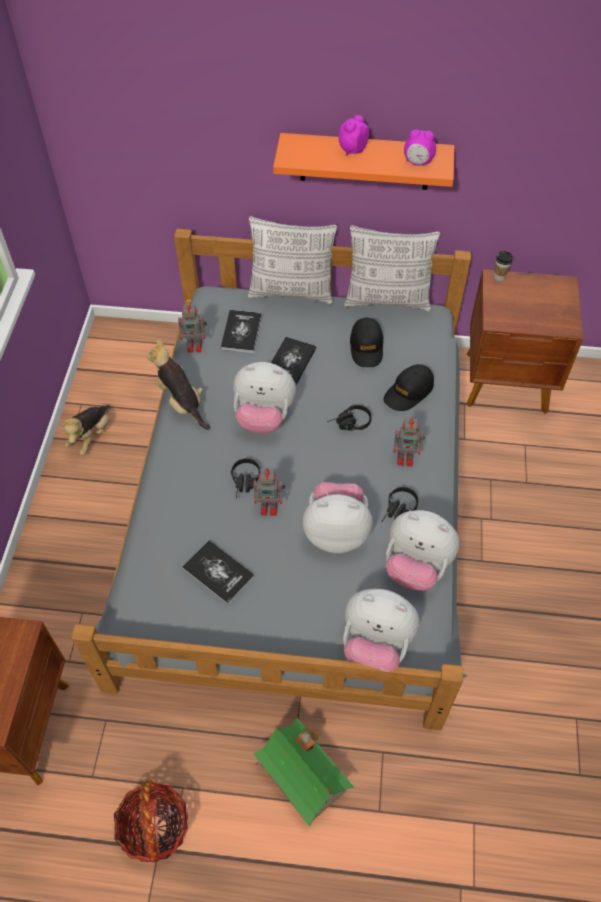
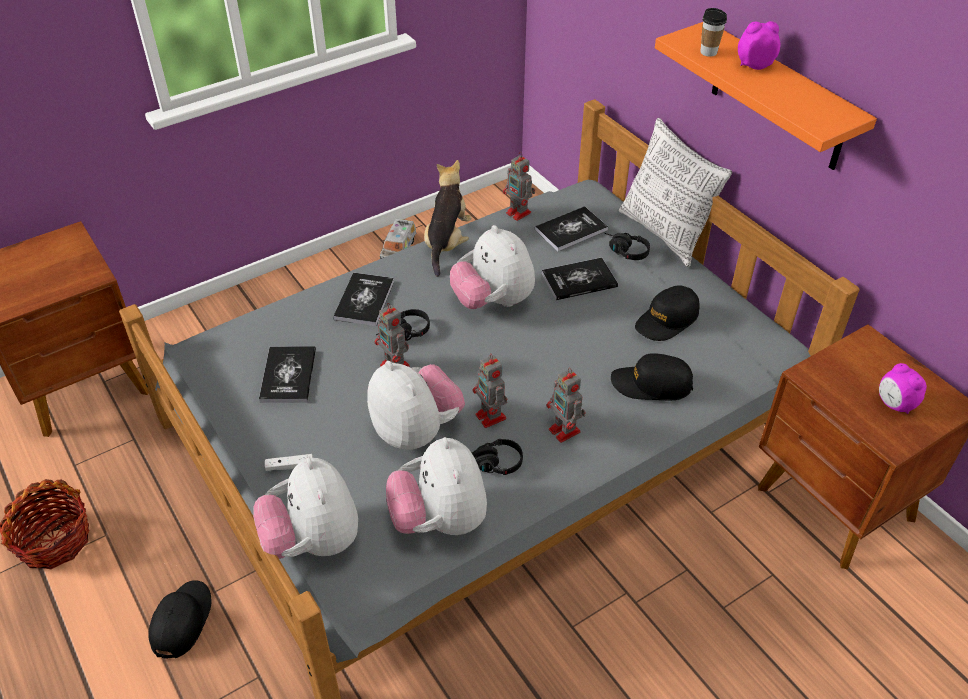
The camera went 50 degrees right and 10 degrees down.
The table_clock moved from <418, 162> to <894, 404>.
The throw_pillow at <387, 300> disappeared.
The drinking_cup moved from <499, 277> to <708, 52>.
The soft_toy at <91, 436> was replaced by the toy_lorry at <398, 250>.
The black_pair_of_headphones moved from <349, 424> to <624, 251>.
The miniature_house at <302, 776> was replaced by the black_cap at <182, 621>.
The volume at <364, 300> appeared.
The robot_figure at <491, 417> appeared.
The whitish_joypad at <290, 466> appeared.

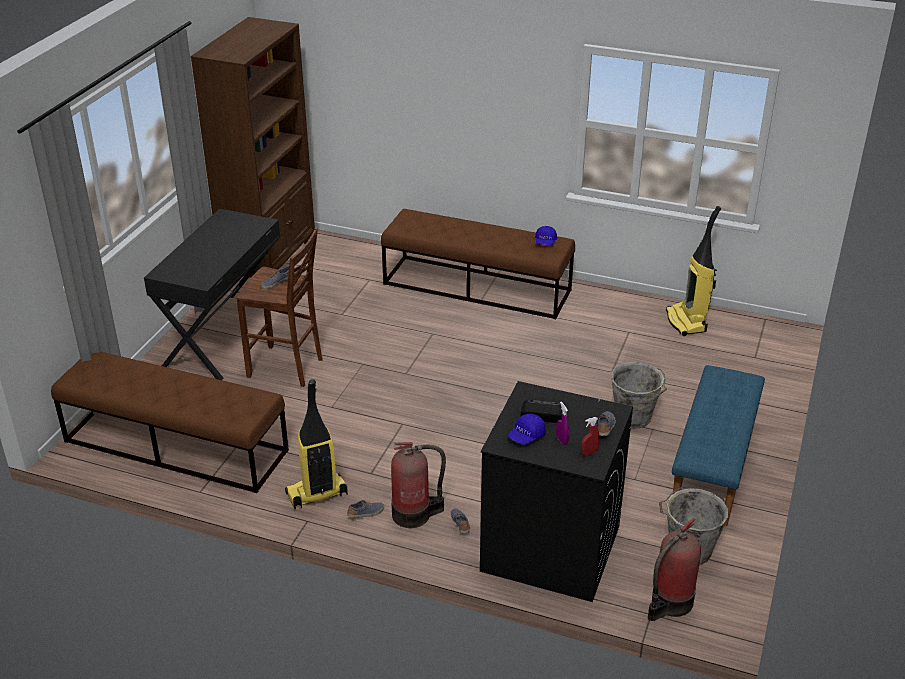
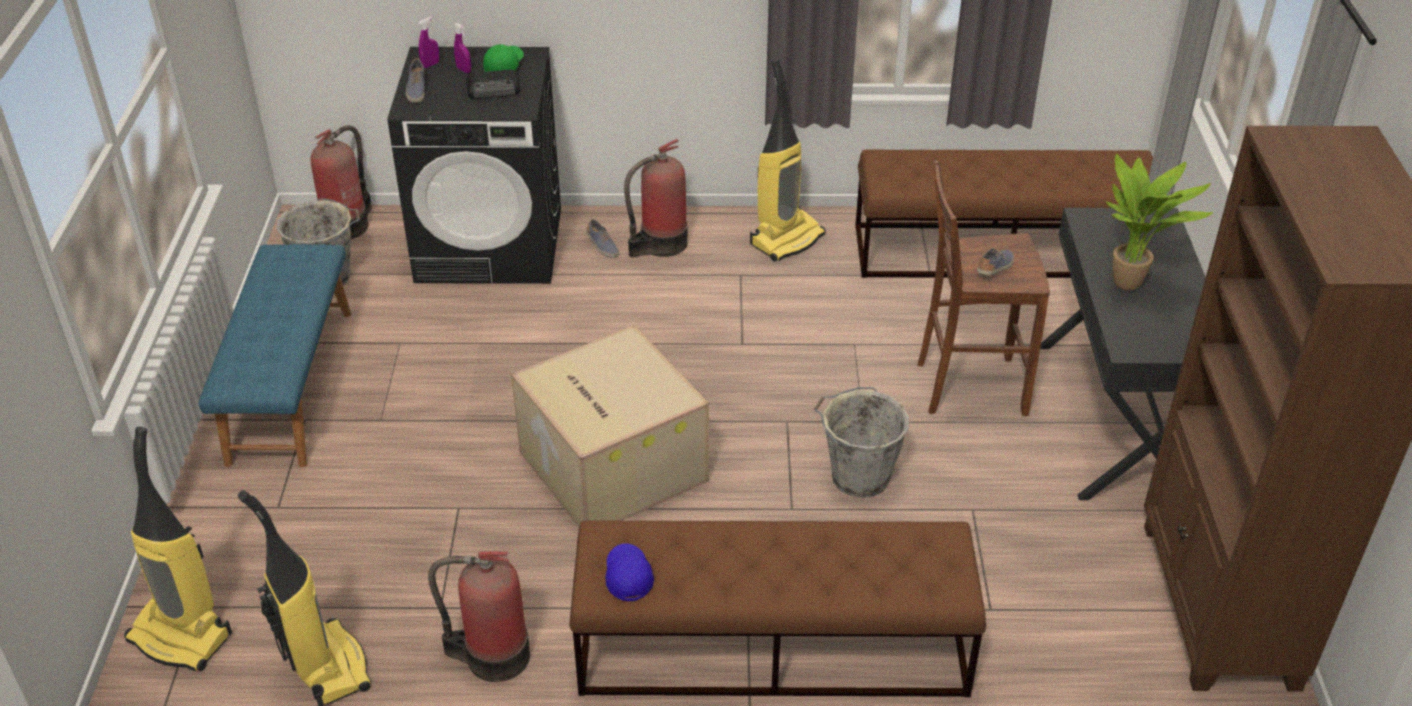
The camera went 160 degrees right and 5 degrees up.
The grey_pail moved from <634, 418> to <857, 476>.
The blue_cap at <526, 436> became the greenish_cap at <504, 66>.
The red_hand_sprayer at <589, 453> became the purple-coloured_hand_sprayer at <430, 65>.
The item_of_footwear at <366, 514> disappeared.
The potted_plant at <1131, 284> appeared.
The packing_box at <610, 466> appeared.
The vacuum_cleaner at <182, 637> appeared.
The fire_extinguisher at <492, 656> appeared.

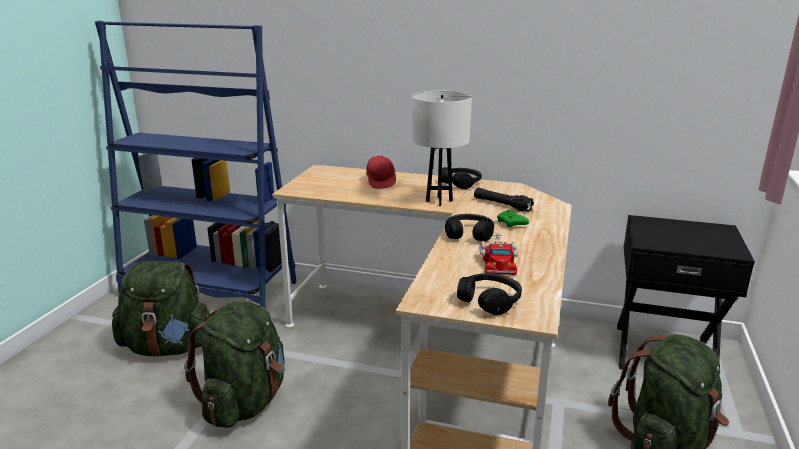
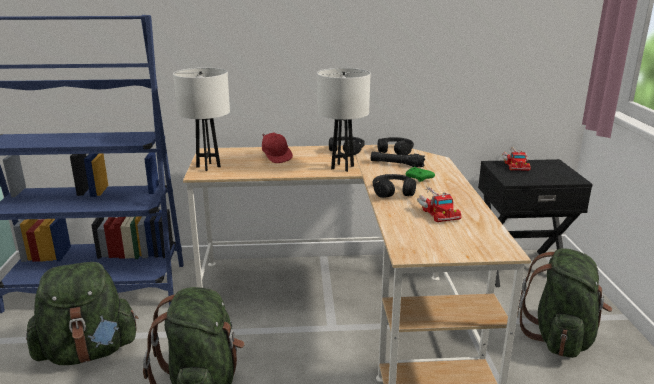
The camera went 20 degrees left and 0 degrees up.
The black_pair_of_headphones moved from <490, 301> to <395, 151>.
The whitish_lamp_for_a_table at <208, 167> appeared.
The toy_lorry at <515, 164> appeared.

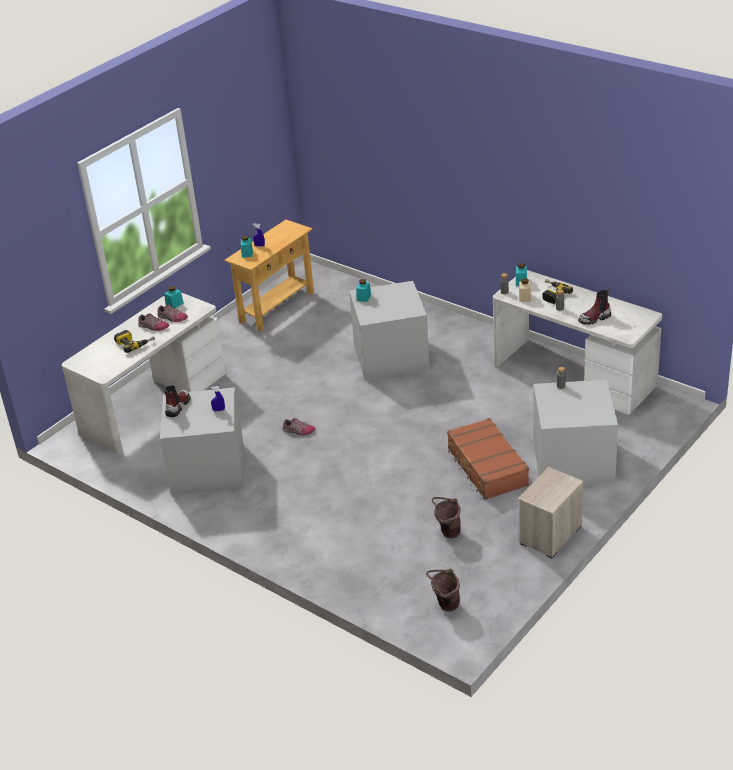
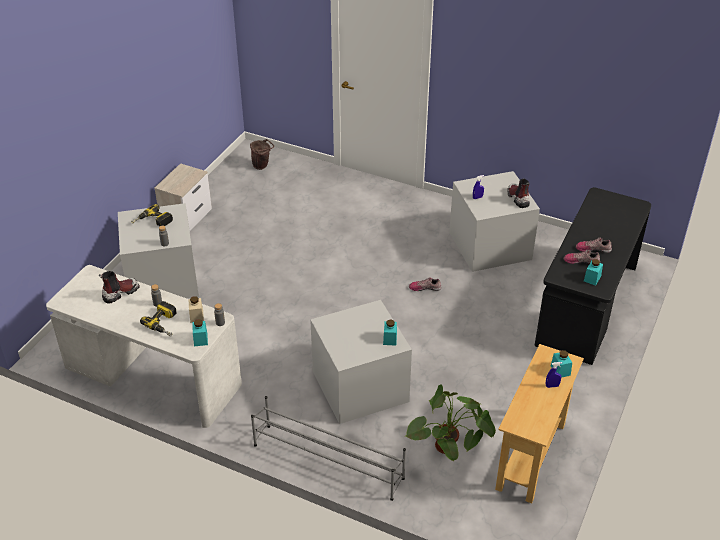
The camera went 165 degrees right and 5 degrees up.
The whitish_desk at <153, 403> became the black_desk at <587, 305>.
The power_drill moved from <134, 343> to <152, 222>.
The tall_boot at <177, 406> turned 150 degrees clockwise.
The brownish_piece_of_luggage at <487, 467> disappeared.
The brownish_pail at <447, 532> disappeared.
The potted_plant at <450, 455> appeared.
The grey_shoe_stand at <327, 461> appeared.

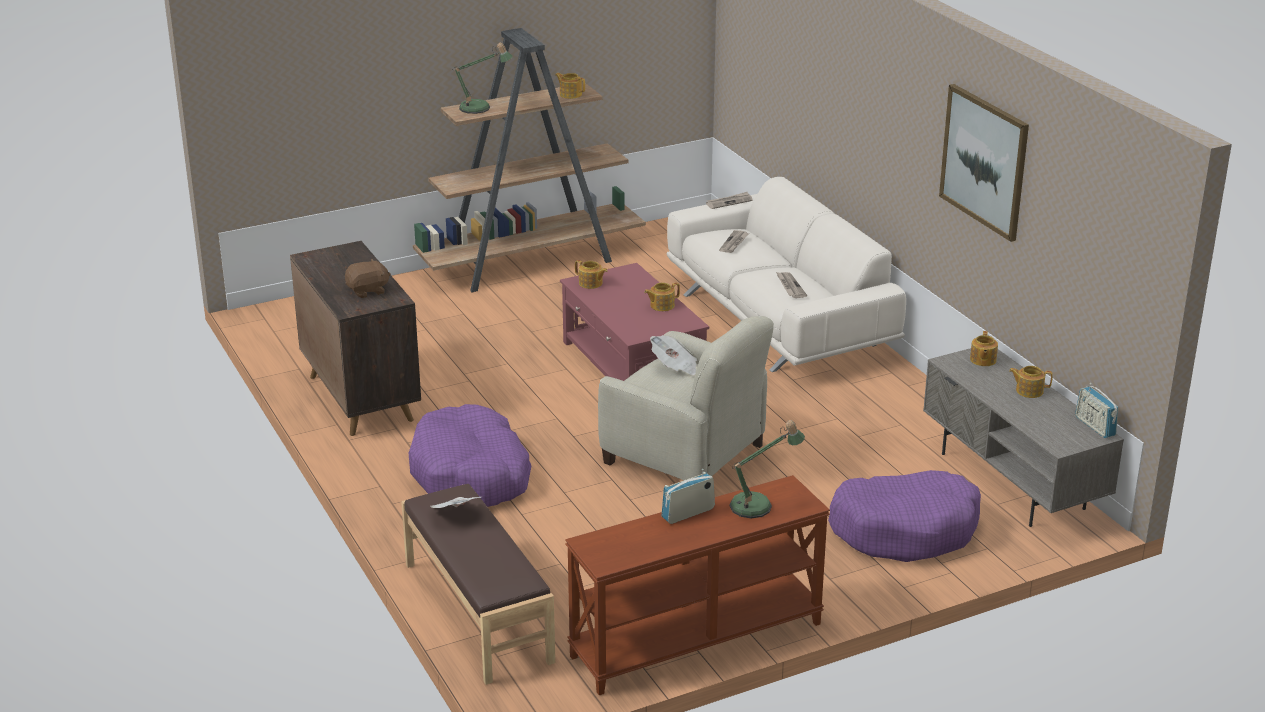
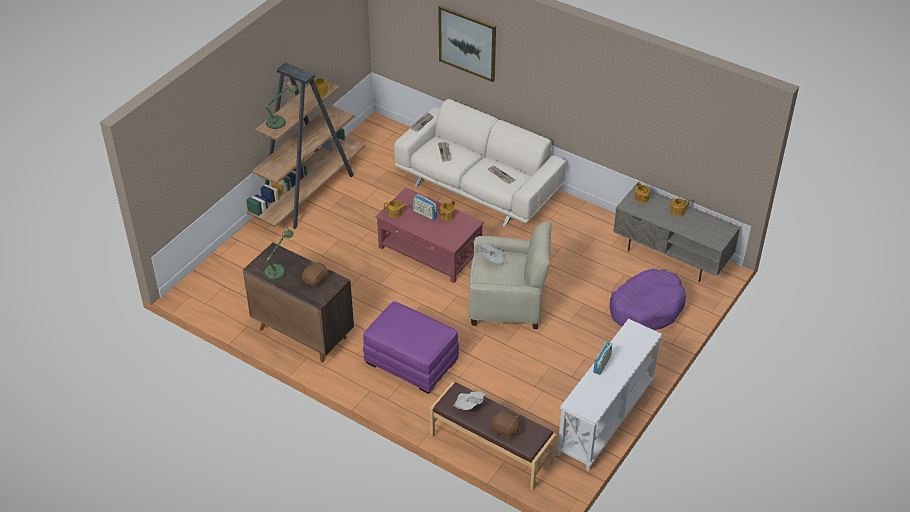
The camera went 30 degrees left and 15 degrees up.
The picture moved from <984, 161> to <467, 43>.
The radio moved from <1094, 426> to <424, 213>.
The purple-coloured_dog_bed at <471, 474> was replaced by the purple-coloured_footrest at <411, 362>.
The lamp_for_a_table moved from <758, 505> to <278, 270>.
The brownish_narrow_table at <696, 641> became the whitish_narrow_table at <606, 419>.
The brownish_soft_toy at <505, 430> appeared.

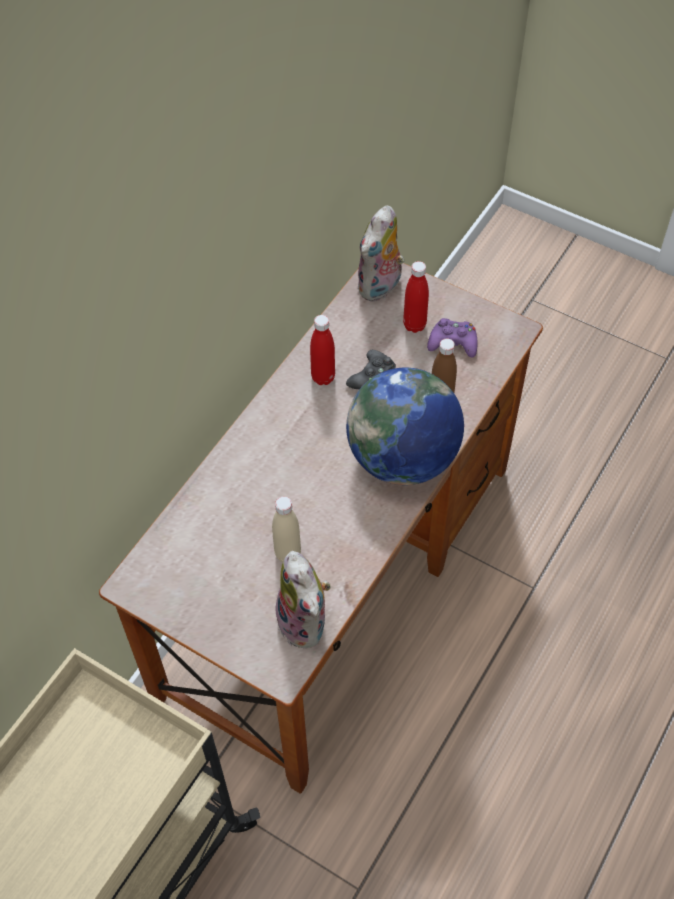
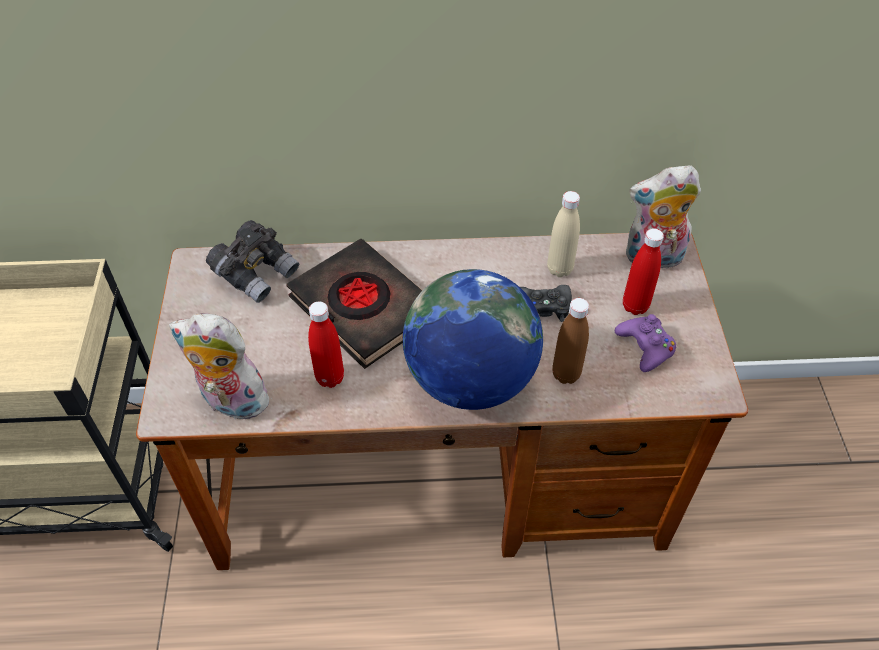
The camera went 55 degrees right and 5 degrees down.
The red_beverage_bottle moved from <323, 377> to <330, 378>.
The beige_beverage_bottle moved from <288, 554> to <559, 269>.
The soft_toy at <306, 623> turned 75 degrees clockwise.
The grey_pair_of_binoculars at <256, 273> appeared.
The black_volume at <363, 308> appeared.

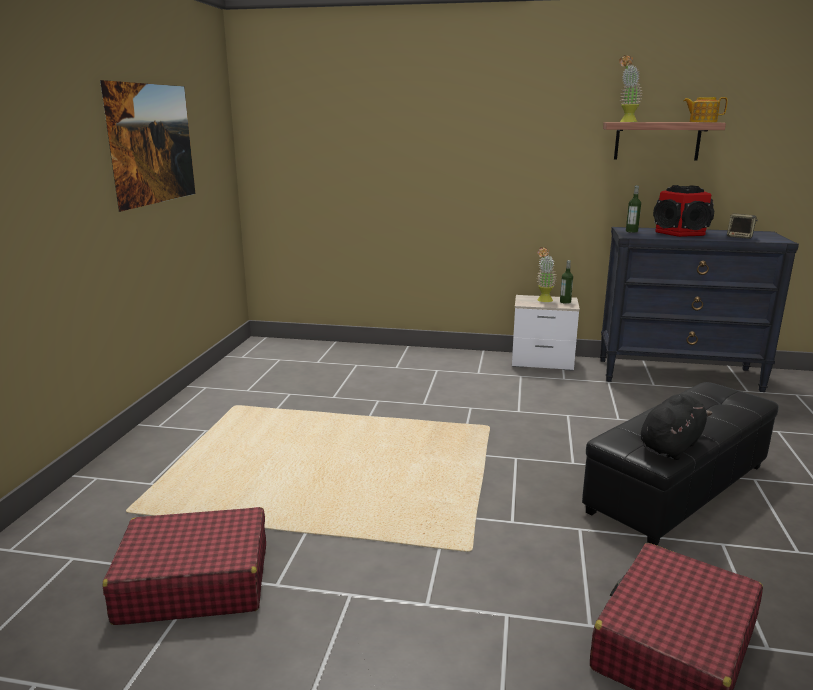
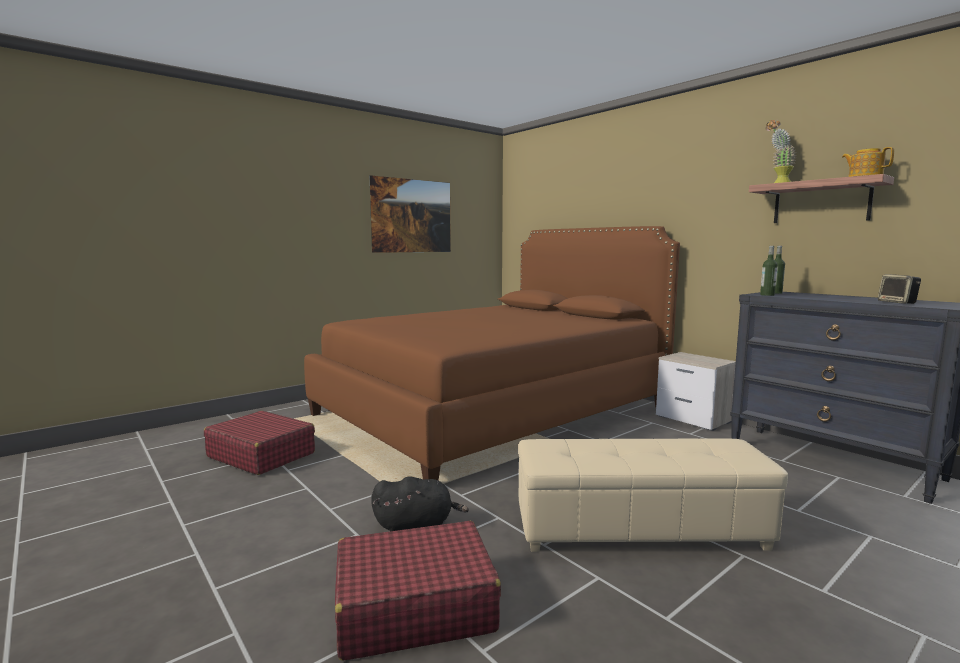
The camera went 40 degrees right and 10 degrees down.
The speaker at <681, 233> disappeared.
The potted_plant at <543, 301> disappeared.
The beverage_bottle moved from <565, 302> to <767, 295>.
The black_footrest at <677, 487> became the beige_footrest at <640, 529>.
The black_soft_toy moved from <671, 446> to <417, 525>.
The brownish_sleeping_bed at <494, 410> appeared.

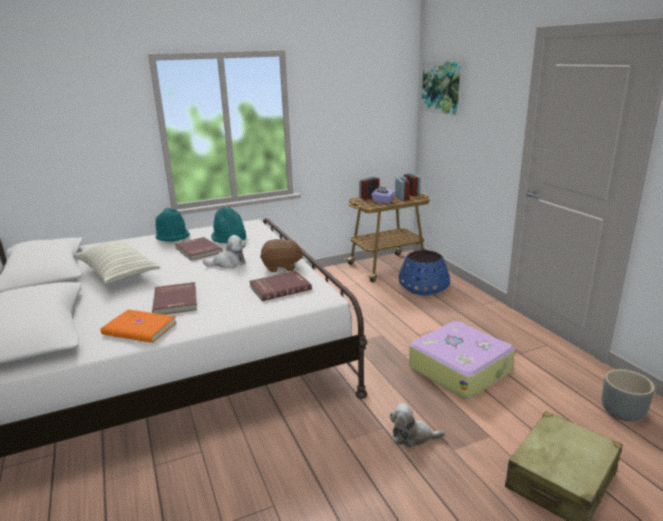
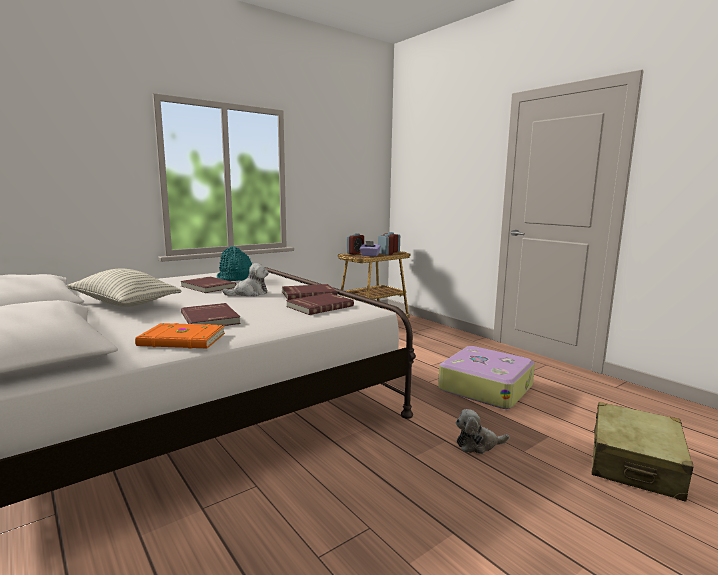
The camera went 15 degrees left and 10 degrees down.
The picture at <442, 87> disappeared.
The turquoise_clothing_hat at <173, 236> disappeared.
The brownish_soft_toy at <281, 267> was replaced by the red_volume at <308, 294>.
The blue_planter at <423, 287> disappeared.
The grey_planter at <623, 413> disappeared.

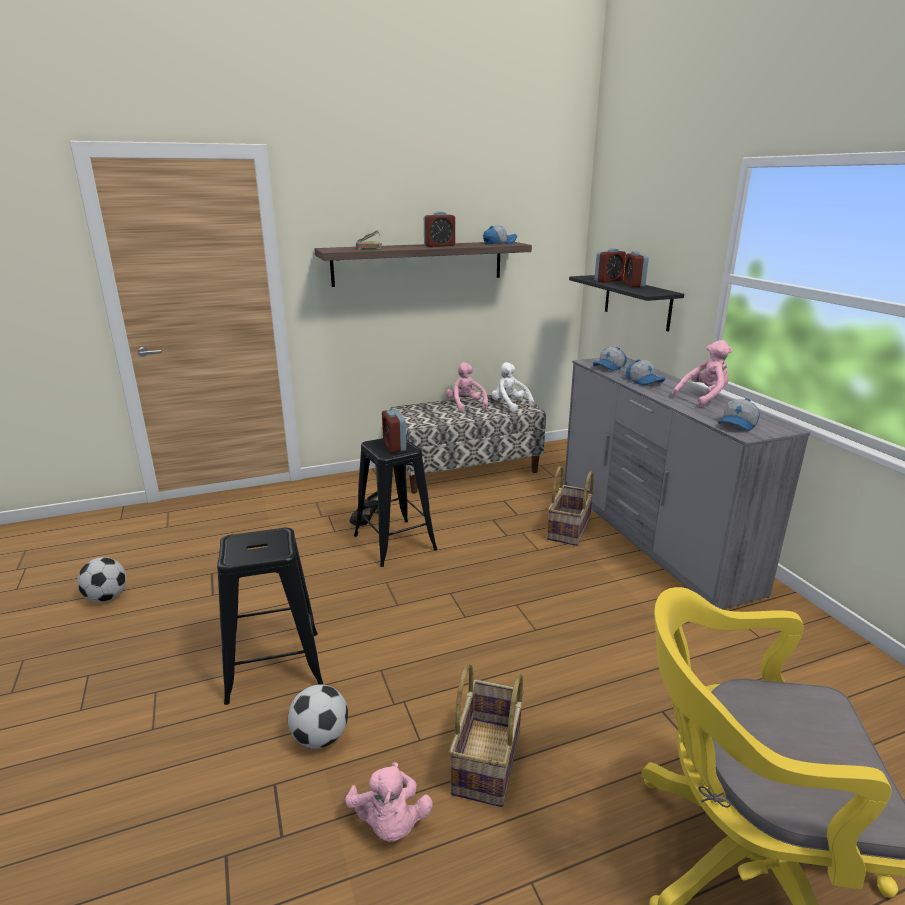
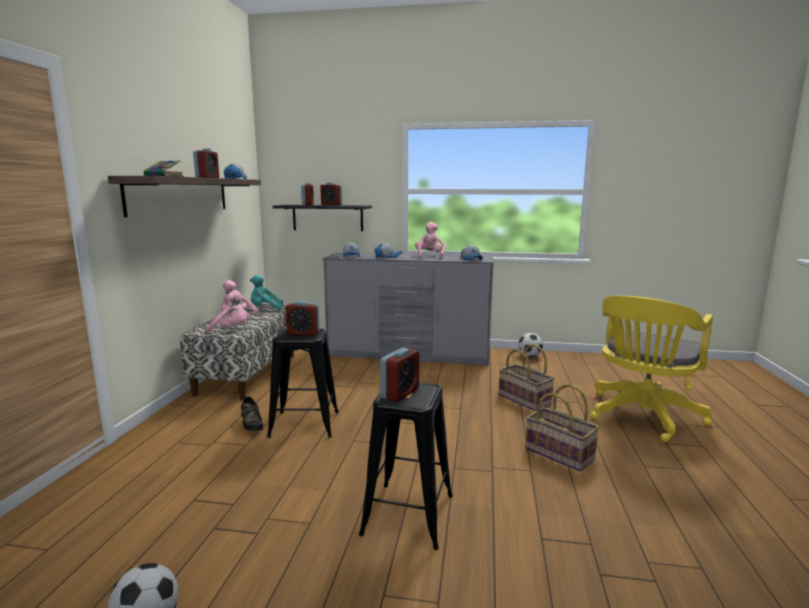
The camera went 60 degrees left and 10 degrees down.
The whitish_soft_toy at <509, 405> became the turquoise_soft_toy at <265, 309>.
The basket moved from <569, 529> to <525, 399>.
The football_ball moved from <320, 737> to <530, 356>.
The pinkish_soft_toy moved from <390, 823> to <231, 329>.
The table_clock at <400, 393> appeared.

